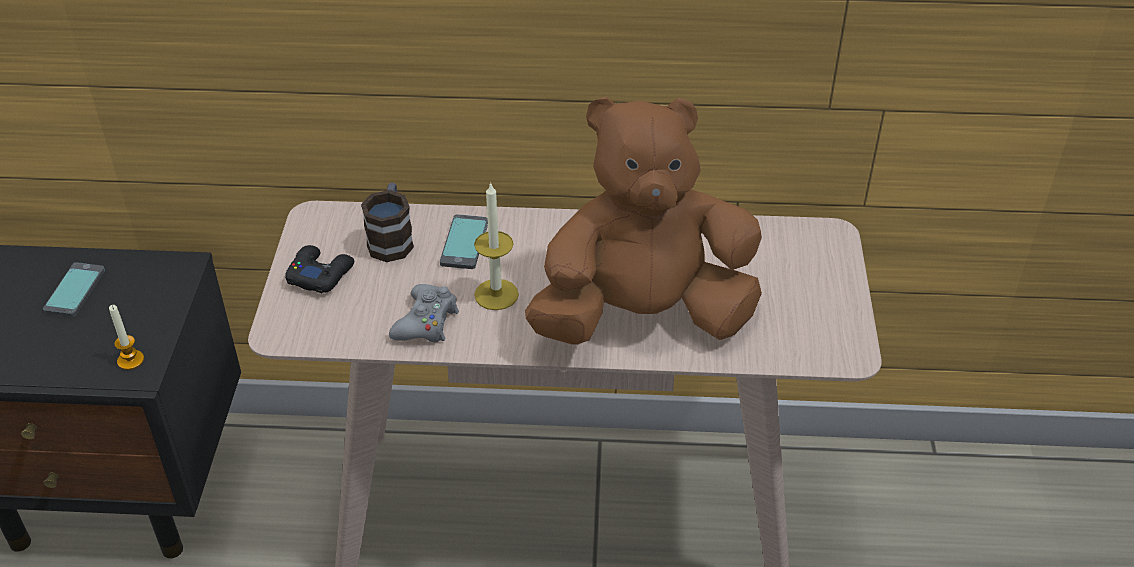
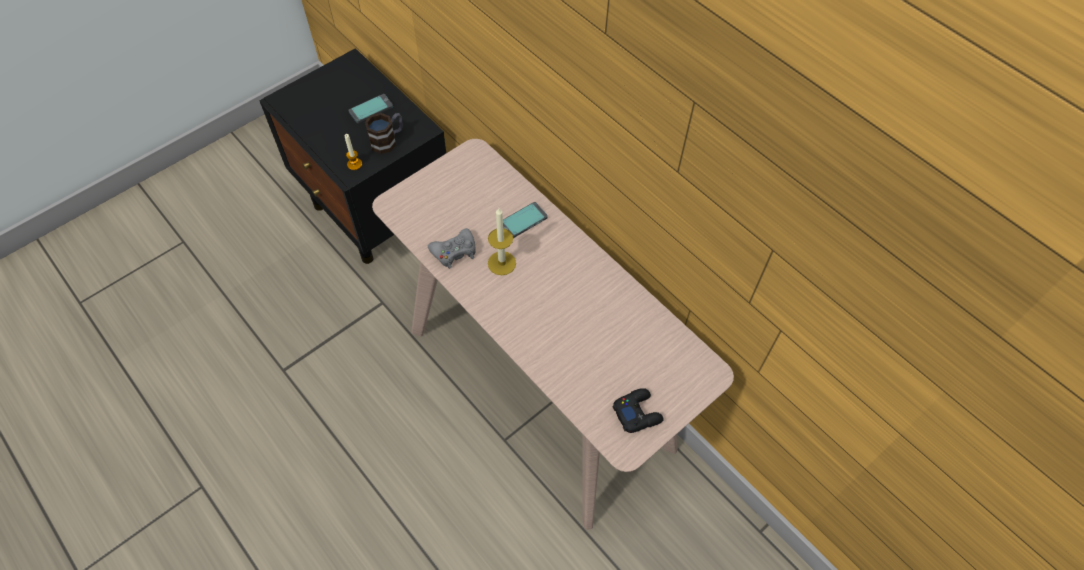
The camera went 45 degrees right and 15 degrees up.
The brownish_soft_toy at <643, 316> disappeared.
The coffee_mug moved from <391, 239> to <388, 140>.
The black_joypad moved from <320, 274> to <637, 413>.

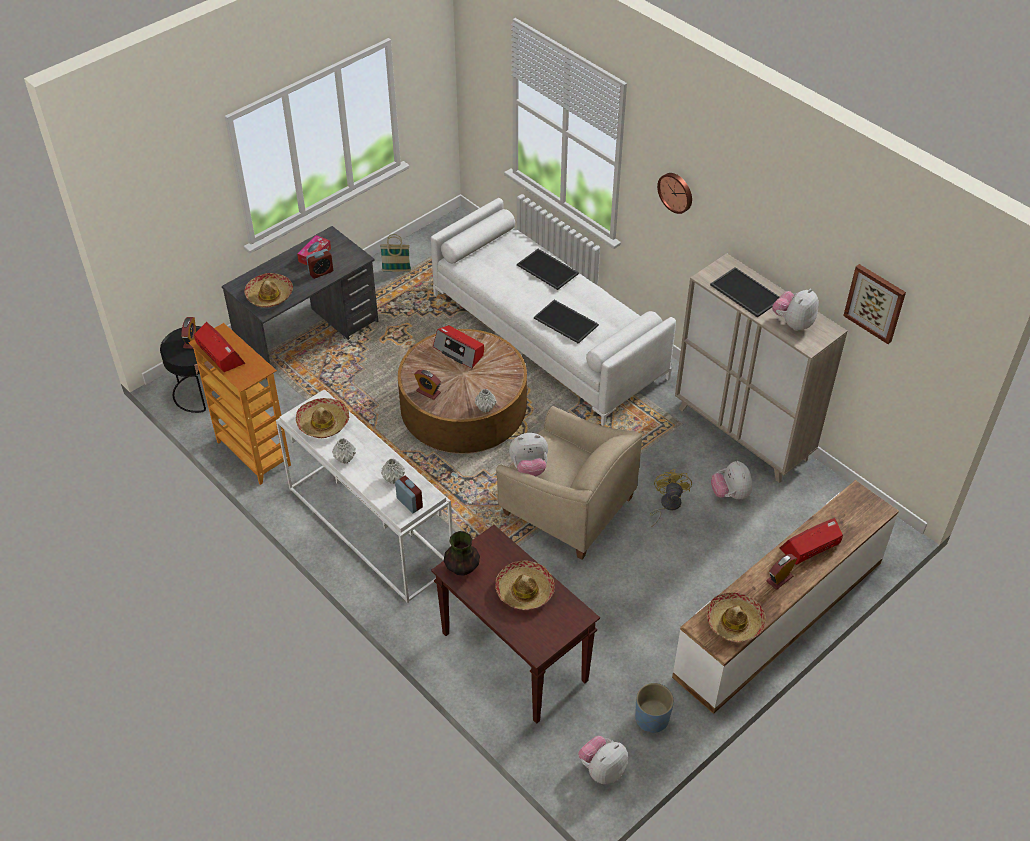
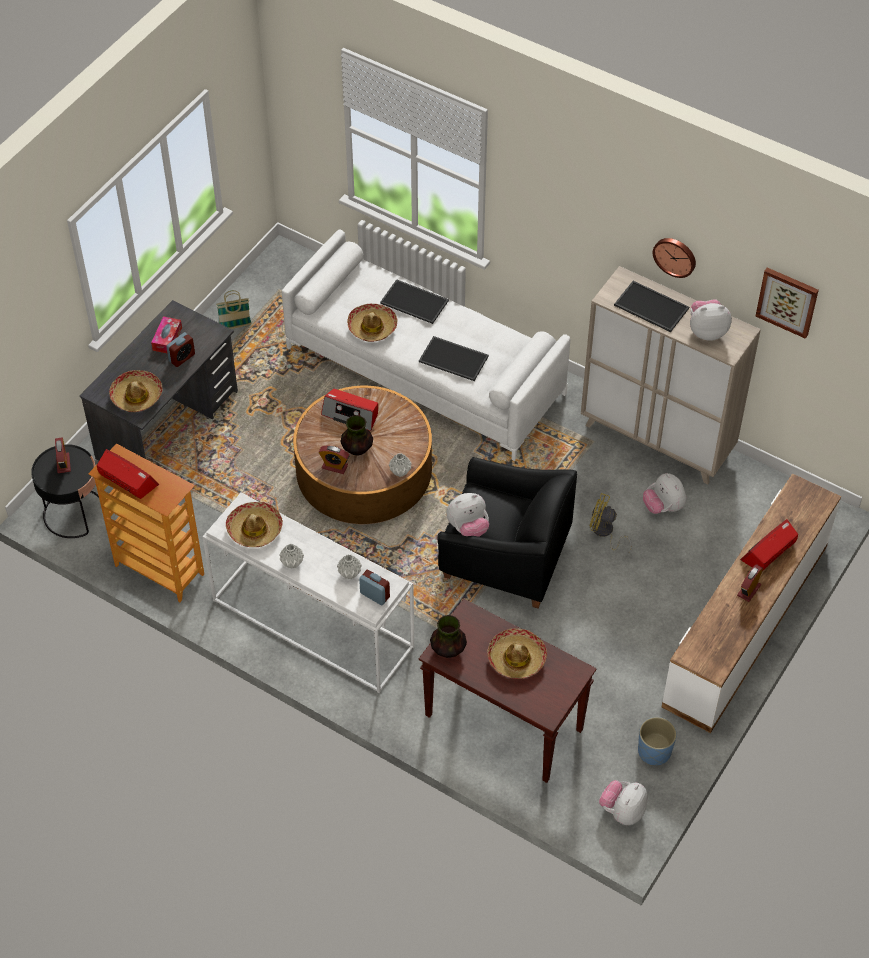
The camera went 15 degrees left and 5 degrees up.
The wall_clock moved from <676, 192> to <675, 256>.
The soft_toy at <793, 323> turned 60 degrees clockwise.
The beige_armchair at <566, 507> became the black_armchair at <505, 557>.
The yellow_fan at <667, 505> turned 60 degrees counterclockwise.
The clothing_hat moved from <734, 622> to <372, 327>.
The vase at <357, 448> appeared.

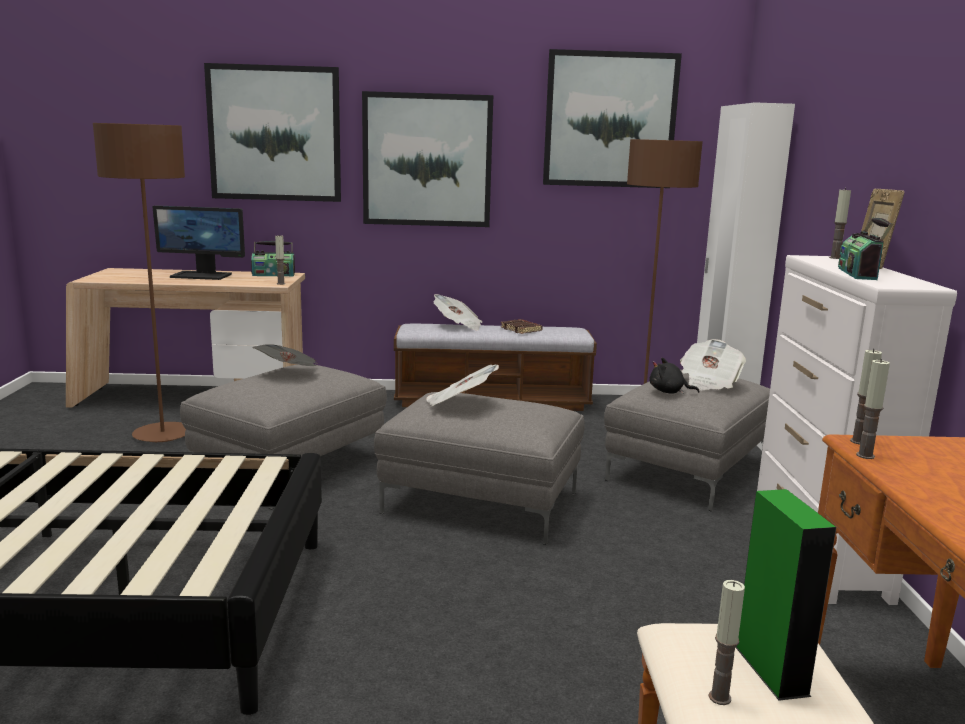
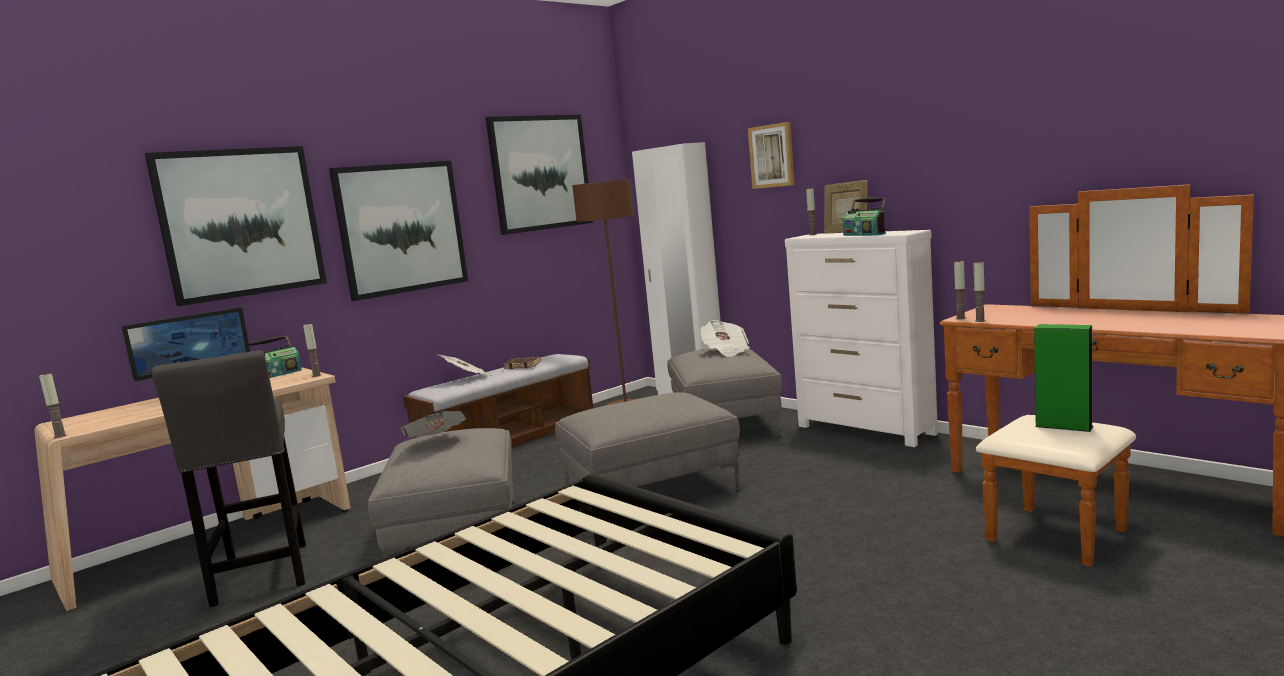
The camera went 40 degrees left and 5 degrees down.
The brownish_standing_lamp at <163, 435> was replaced by the grey_sitting_stool at <261, 576>.
The black_soft_toy at <669, 392> disappeared.
The newspaper at <459, 404> disappeared.
The wax_light moved from <720, 697> to <60, 436>.
The picture at <772, 156> appeared.

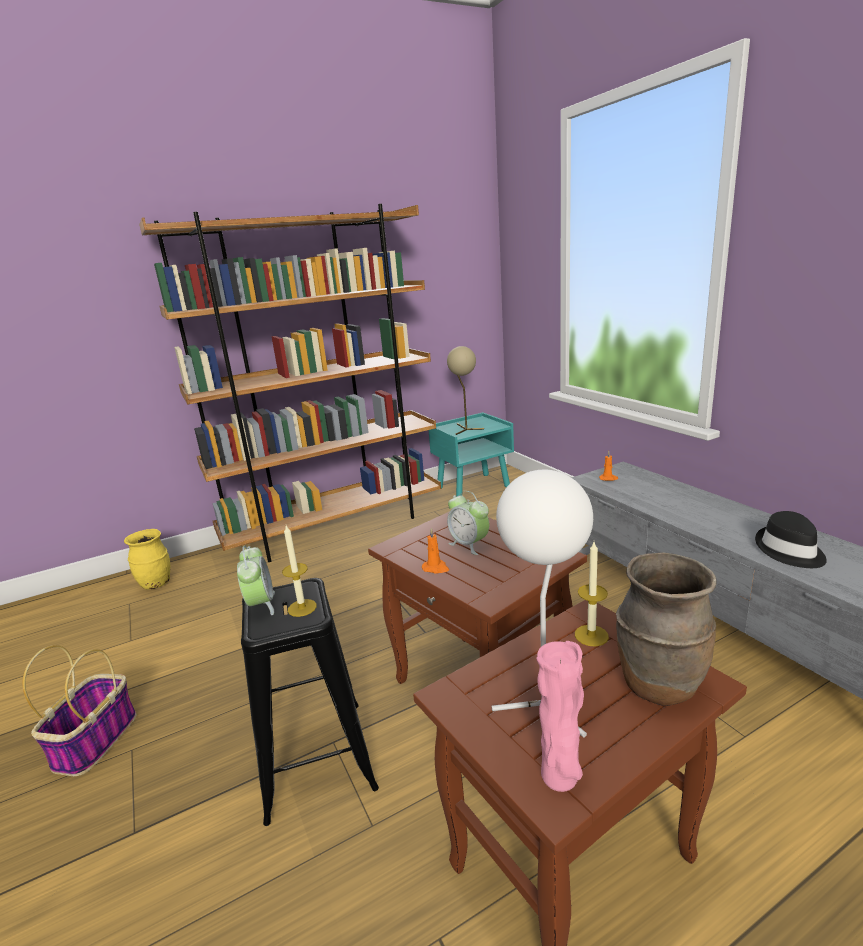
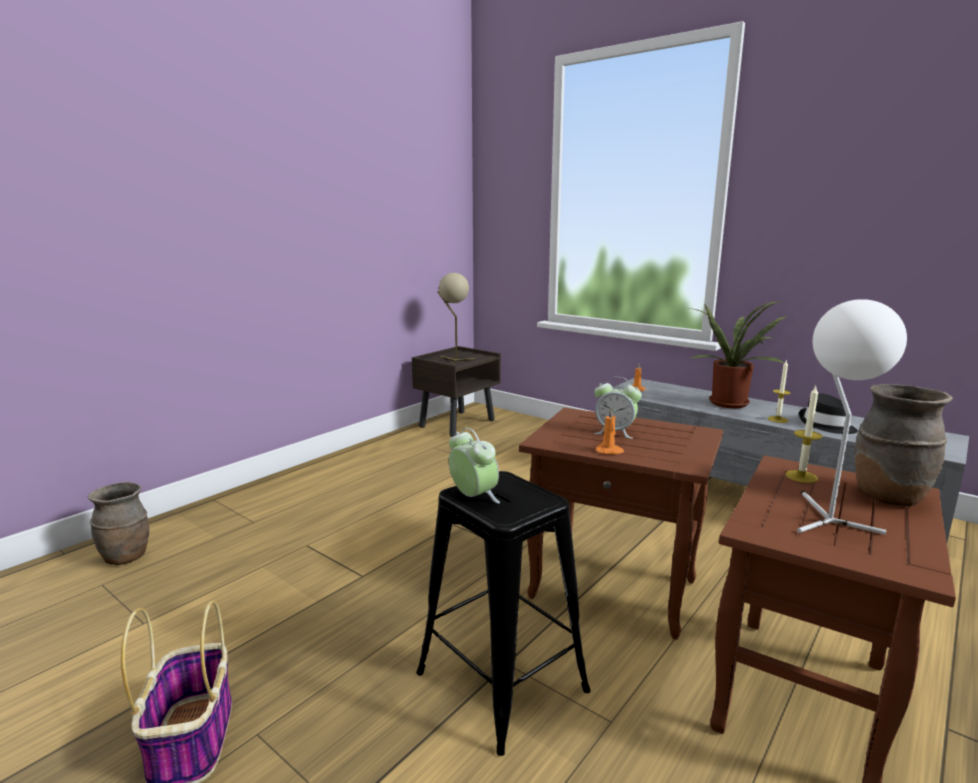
The camera went 25 degrees left and 5 degrees down.
The brownish_bookshelf at <335, 527> disappeared.
The turquoise_nightstand at <473, 487> became the brownish_nightstand at <457, 423>.
The wax_light moved from <302, 608> to <778, 419>.
The yellow_vase at <156, 583> became the brownish_vase at <127, 557>.
The pinkish_vase at <560, 779> disappeared.
The potted_plant at <730, 402> appeared.

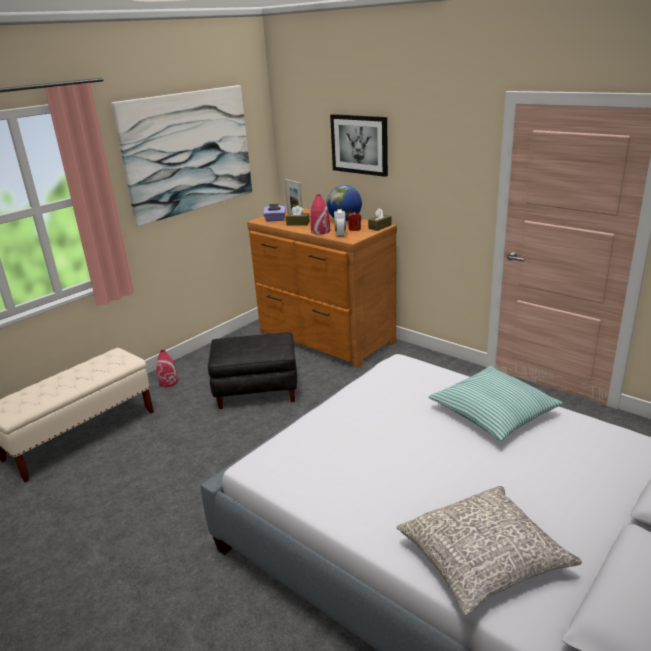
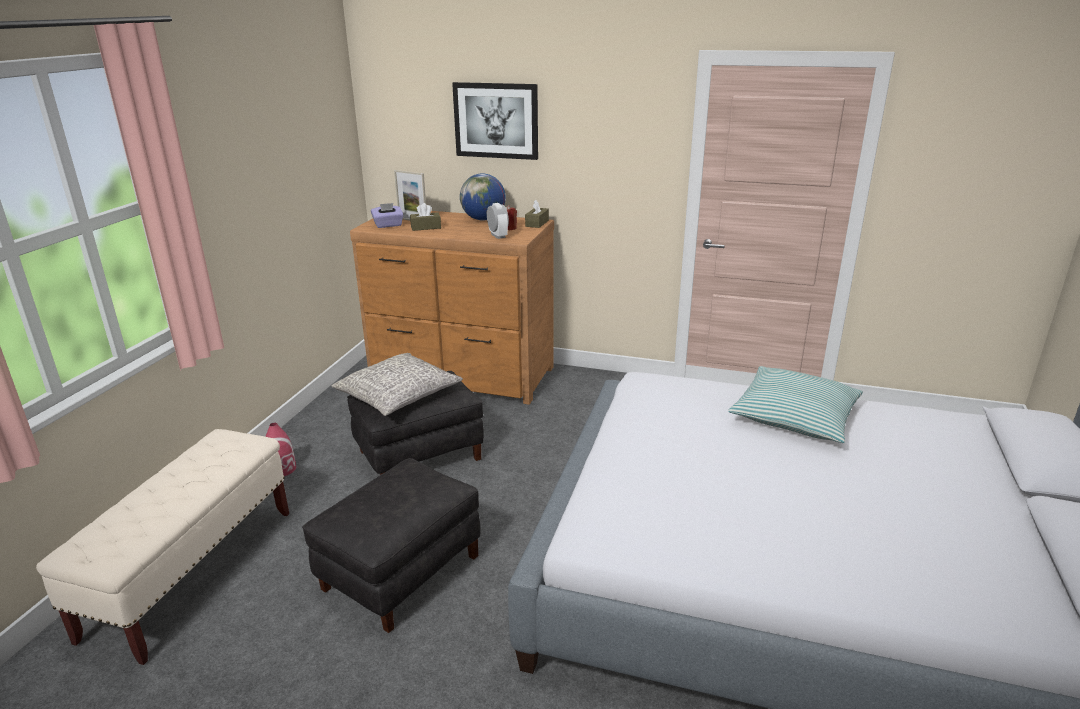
The camera went 25 degrees left and 0 degrees up.
The picture at <188, 152> disappeared.
The red_vase at <320, 231> disappeared.
The grey_throw_pillow moved from <483, 560> to <398, 396>.
The black_footrest at <401, 571> appeared.

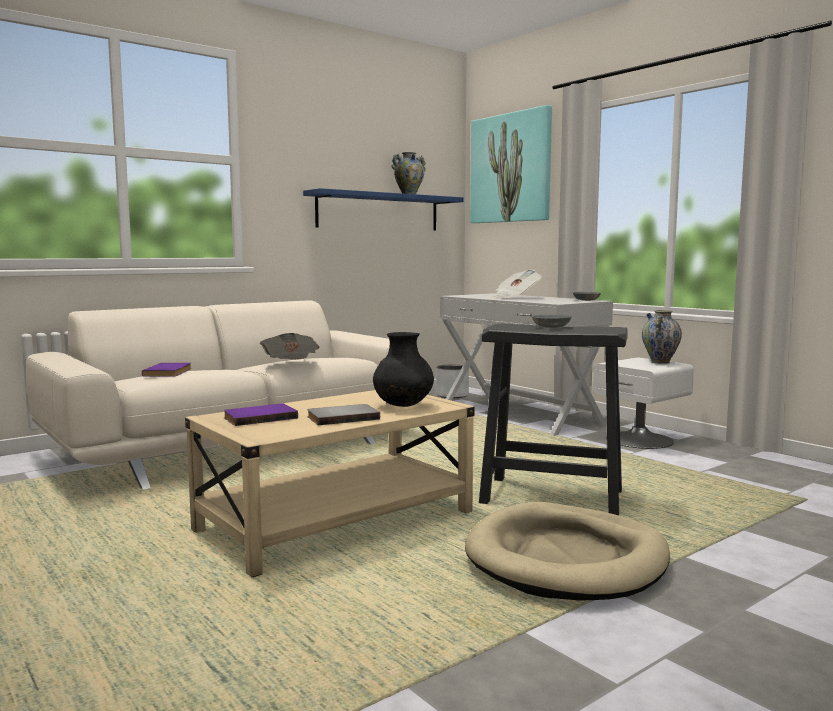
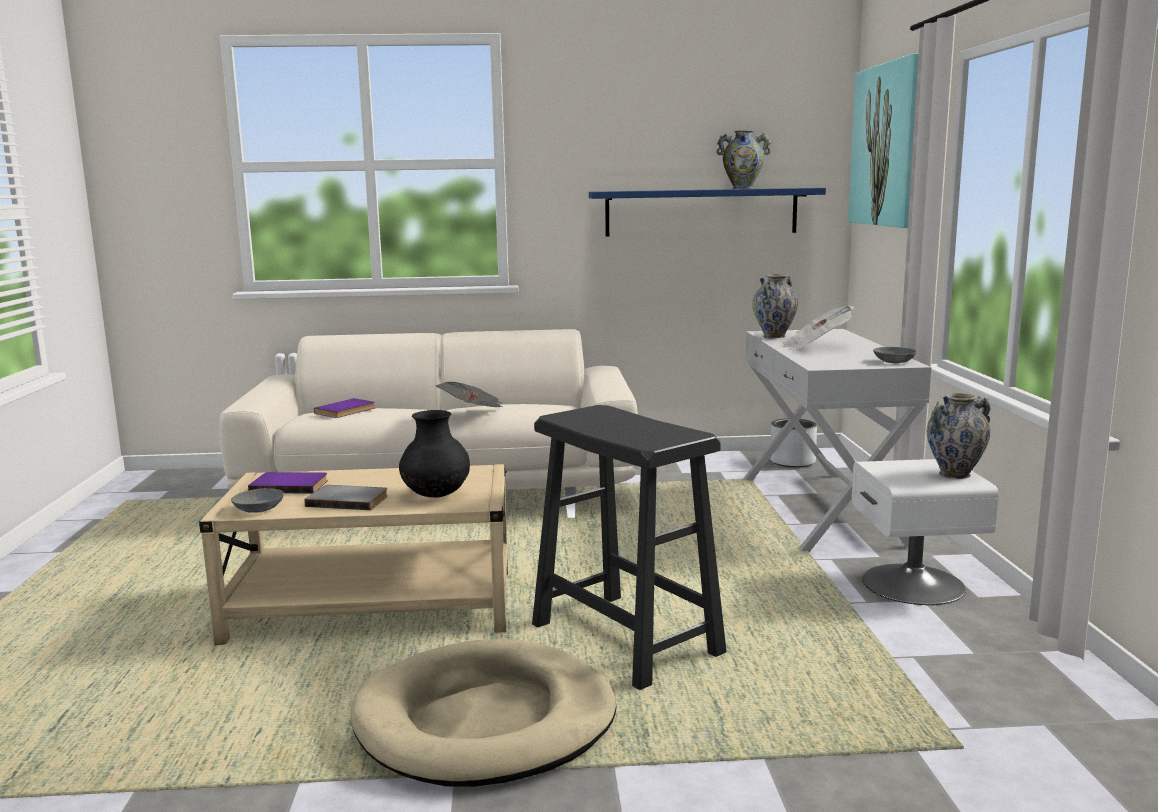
The camera went 35 degrees right and 5 degrees up.
The grey_serving_bowl moved from <551, 327> to <259, 509>.
The vase at <774, 336> appeared.

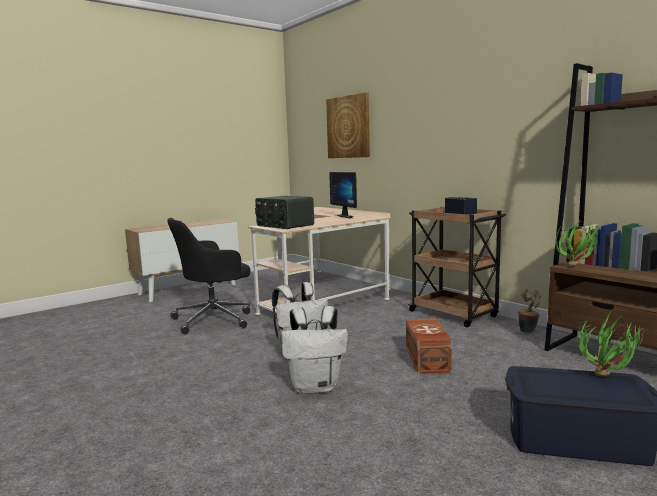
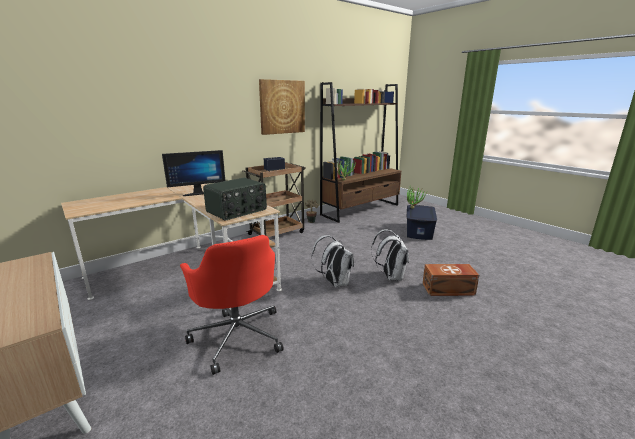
The camera went 90 degrees left and 10 degrees up.
The picture moved from <348, 127> to <282, 107>.
The black_computer_chair at <214, 319> became the red_computer_chair at <238, 335>.
The brownish_storage_container moved from <426, 359> to <449, 289>.

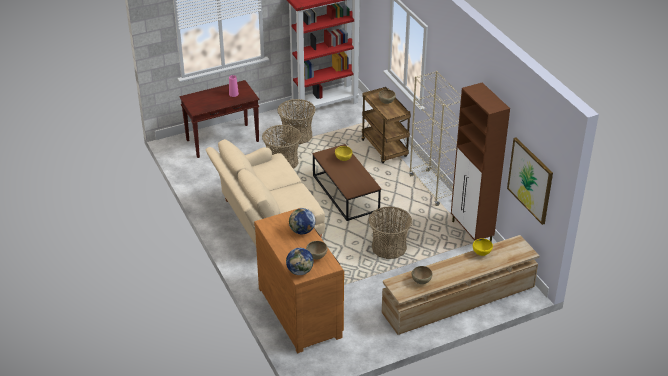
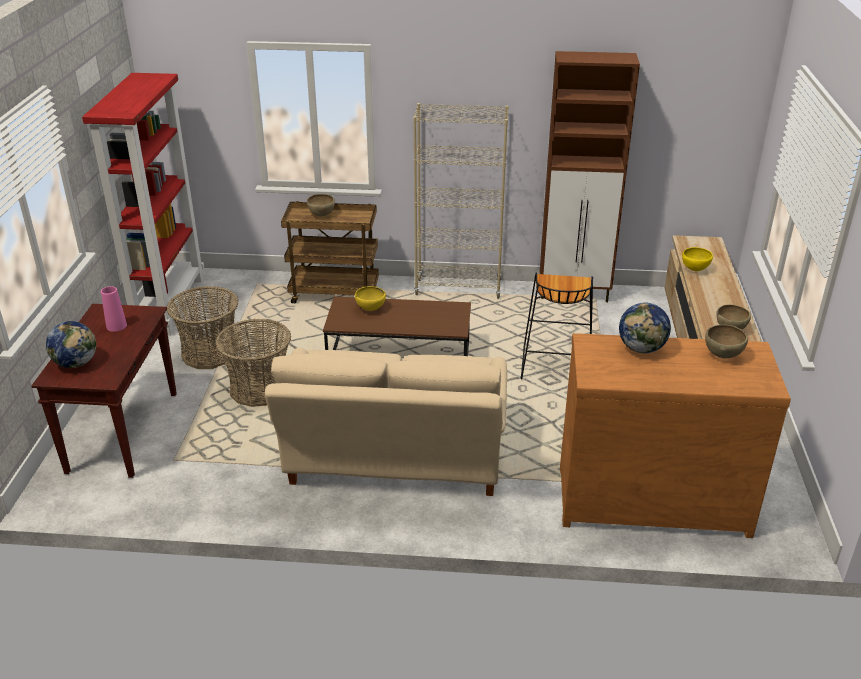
The camera went 60 degrees left and 5 degrees down.
The picture at <530, 180> disappeared.
The basket at <389, 247> was replaced by the black_sitting_stool at <555, 364>.
The desk_globe moved from <300, 271> to <76, 363>.

